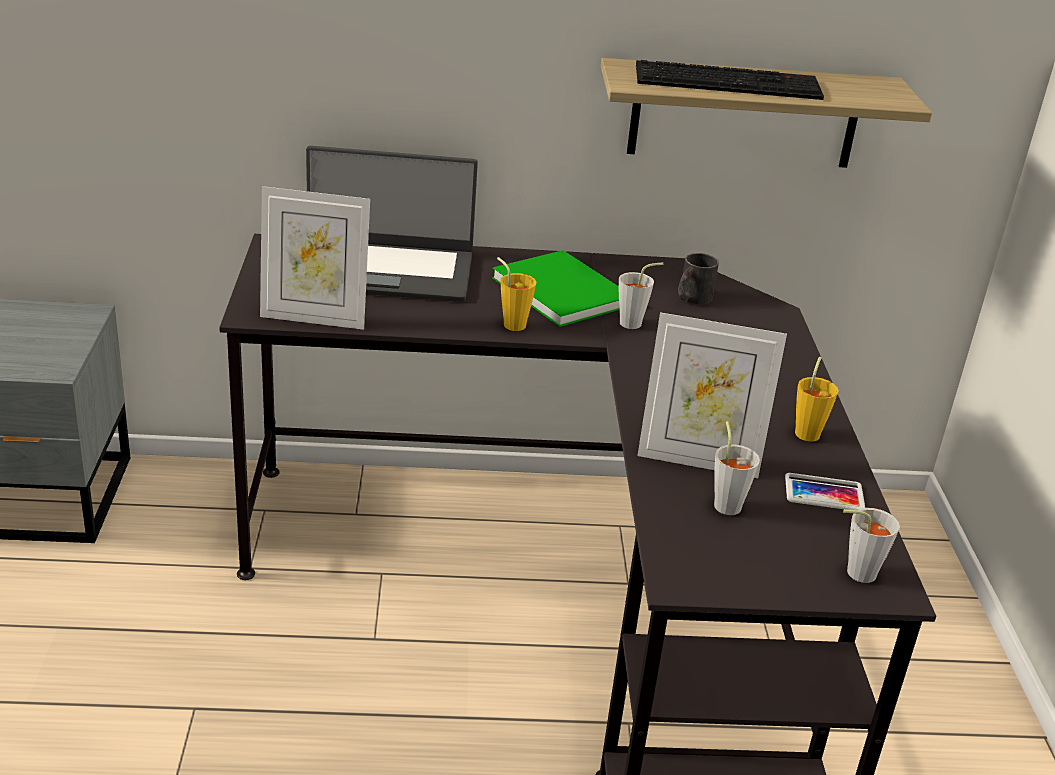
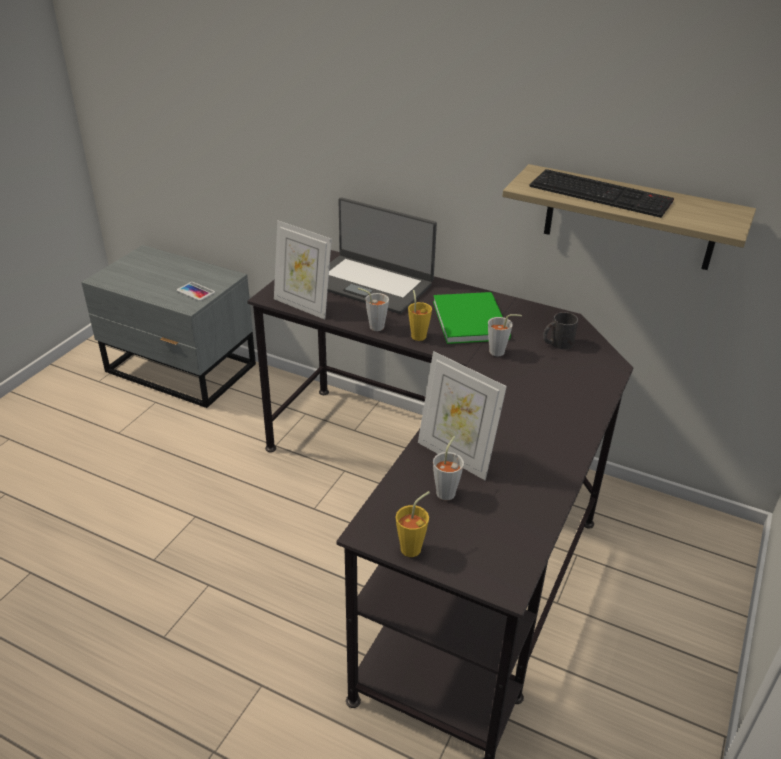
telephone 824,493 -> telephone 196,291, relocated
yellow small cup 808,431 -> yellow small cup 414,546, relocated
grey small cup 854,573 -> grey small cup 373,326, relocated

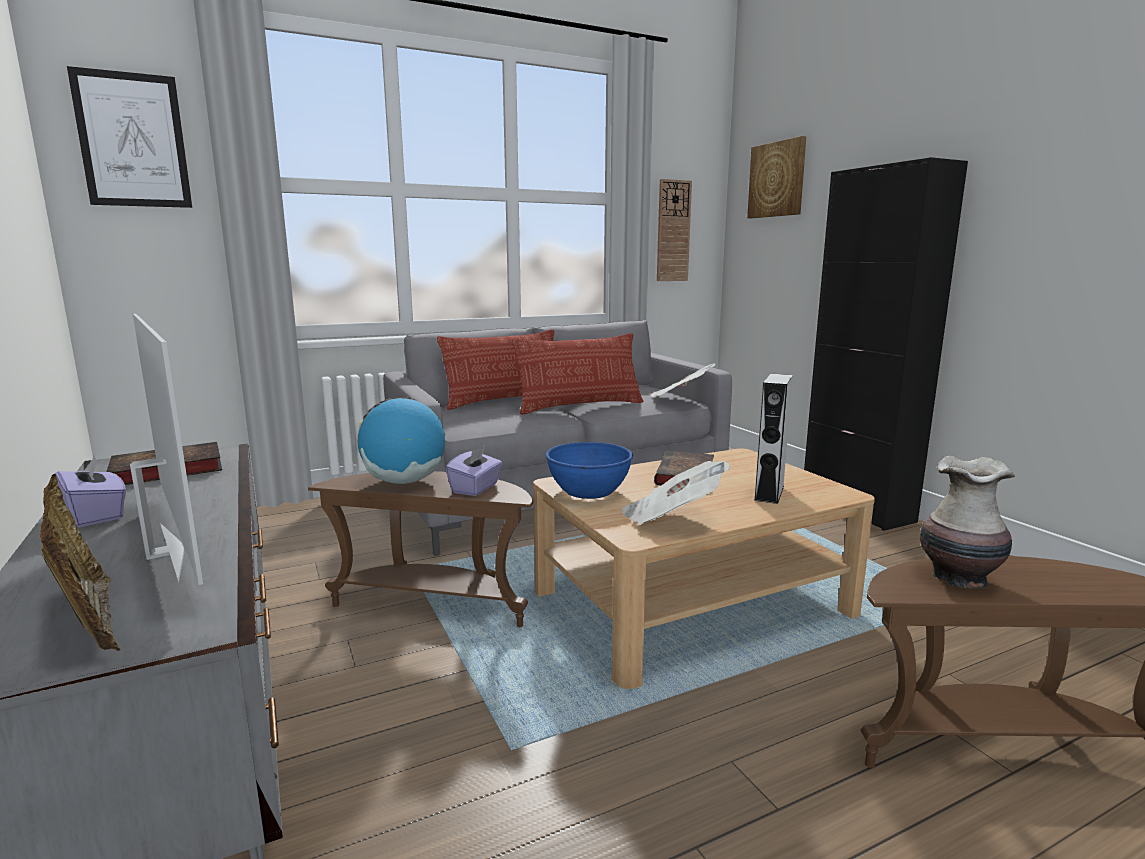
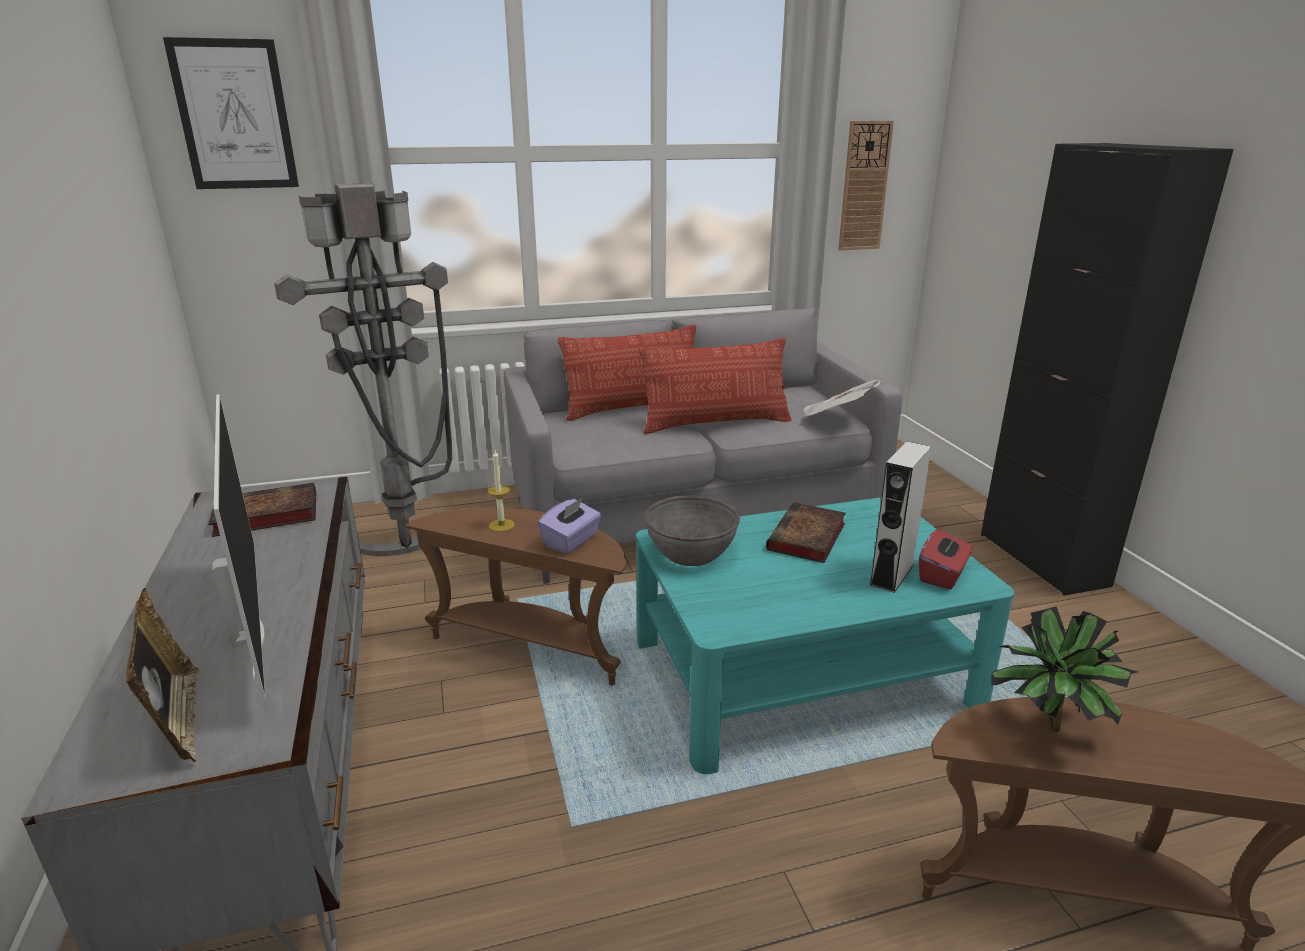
purple-coloured tissue box 96,515 -> none
newspaper 671,518 -> none
wall art 777,179 -> none
none -> grey standing lamp 405,547
none -> red-coloured tissue box 942,575
world globe 404,482 -> wax candle 501,525
flower vase 959,578 -> potted plant 1047,731
sand-coloured low table 692,602 -> blue-green low table 802,673
blue-coloured serving bowl 589,491 -> grey serving bowl 691,553

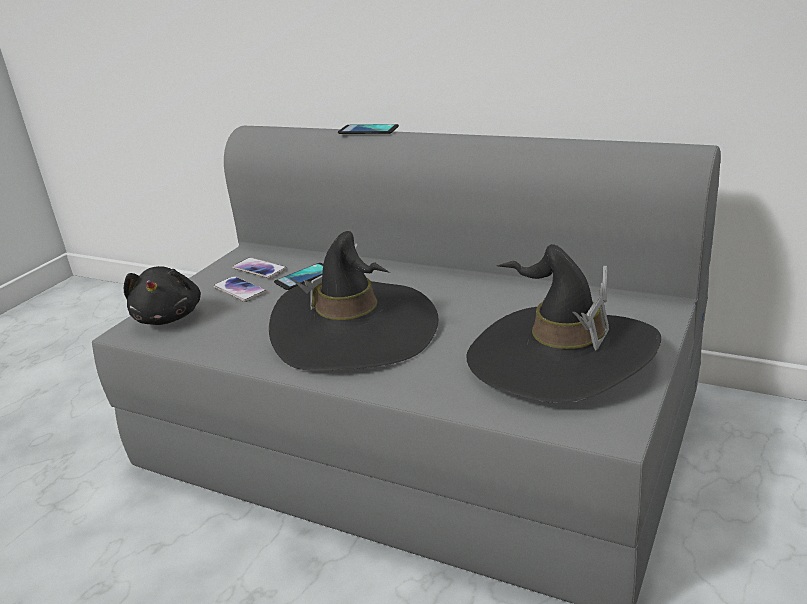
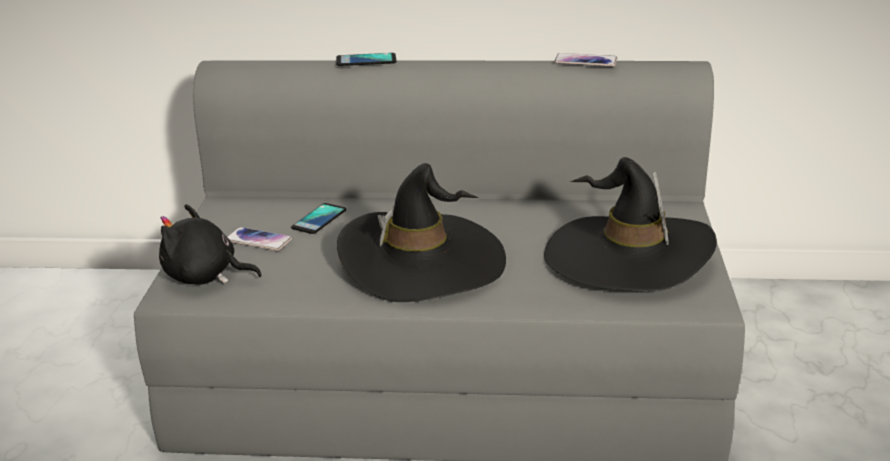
telephone 259,269 -> telephone 585,61, relocated
black-coloured cuddly toy 169,317 -> black-coloured cuddly toy 205,276, 135 degrees clockwise

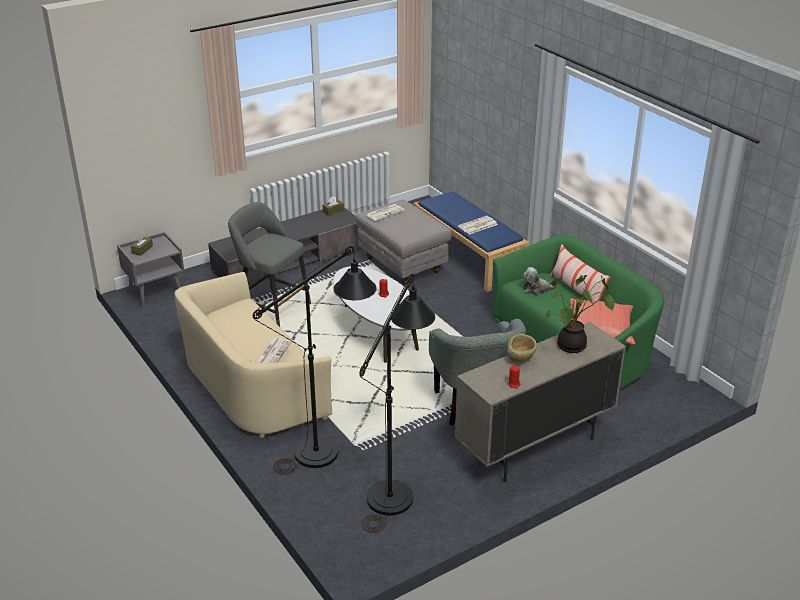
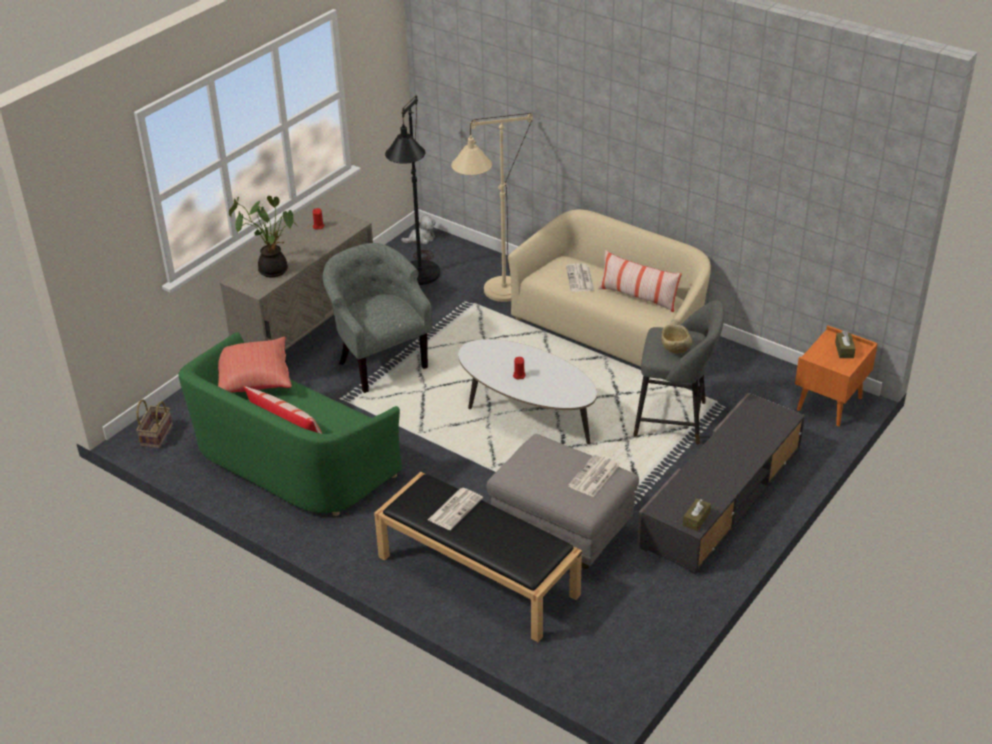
none -> basket 156,435
none -> cushion 638,297
sand-coloured serving bowl 520,359 -> sand-coloured serving bowl 675,350, relocated
cuddly toy 537,289 -> cuddly toy 421,238, relocated
grey nightstand 156,291 -> orange-coloured nightstand 829,404
black-coloured standing lamp 327,448 -> sand-coloured standing lamp 497,295
blue-coloured long seat 468,257 -> black-coloured long seat 476,576

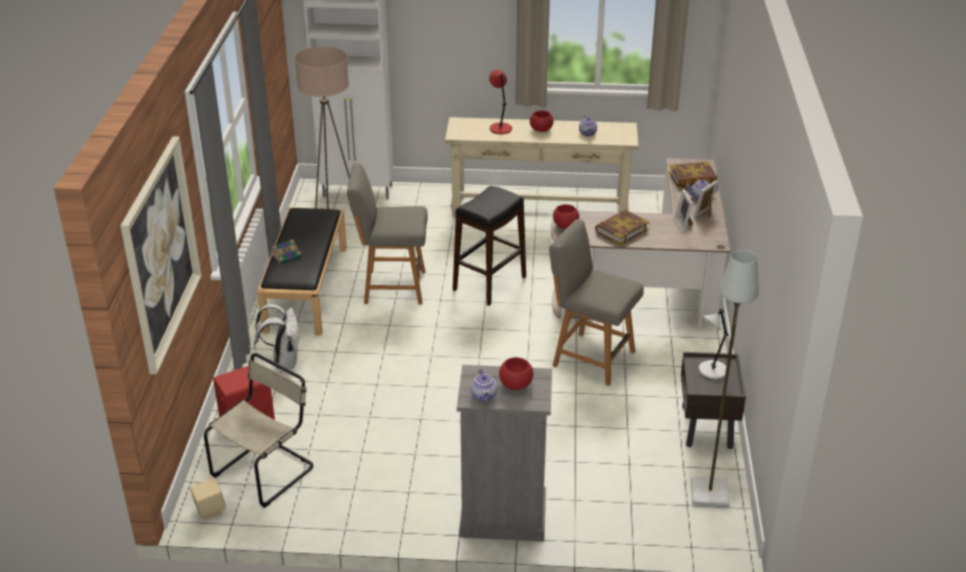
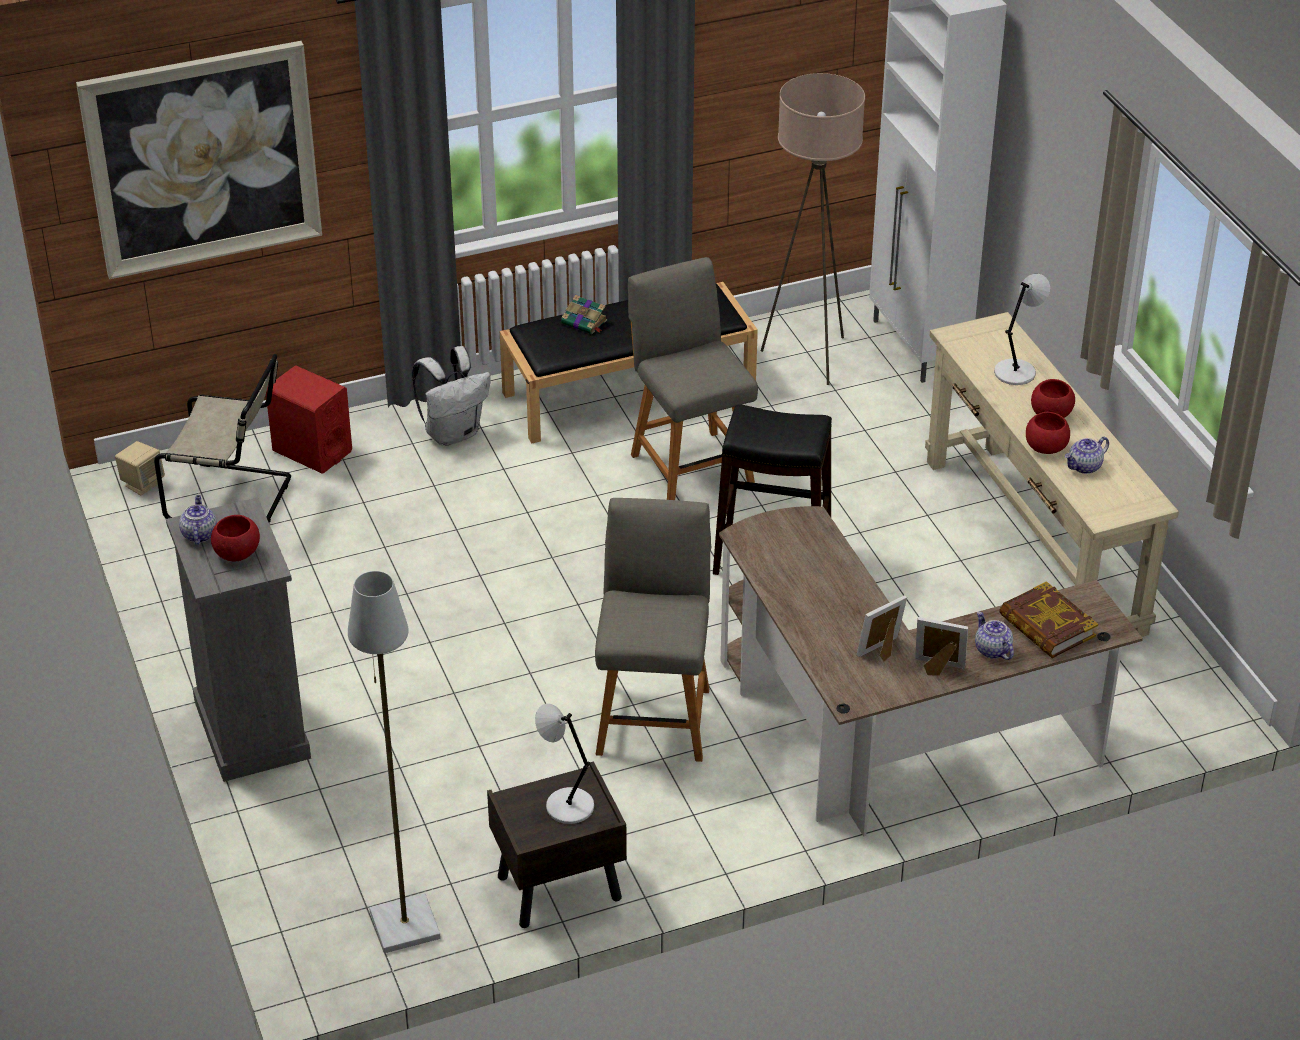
bound book 621,230 -> none
red-coloured serving bowl 565,226 -> red-coloured serving bowl 1045,447, relocated
red-coloured tabletop lamp 500,128 -> grey tabletop lamp 1016,371
tea pot 484,396 -> tea pot 199,534, 120 degrees clockwise

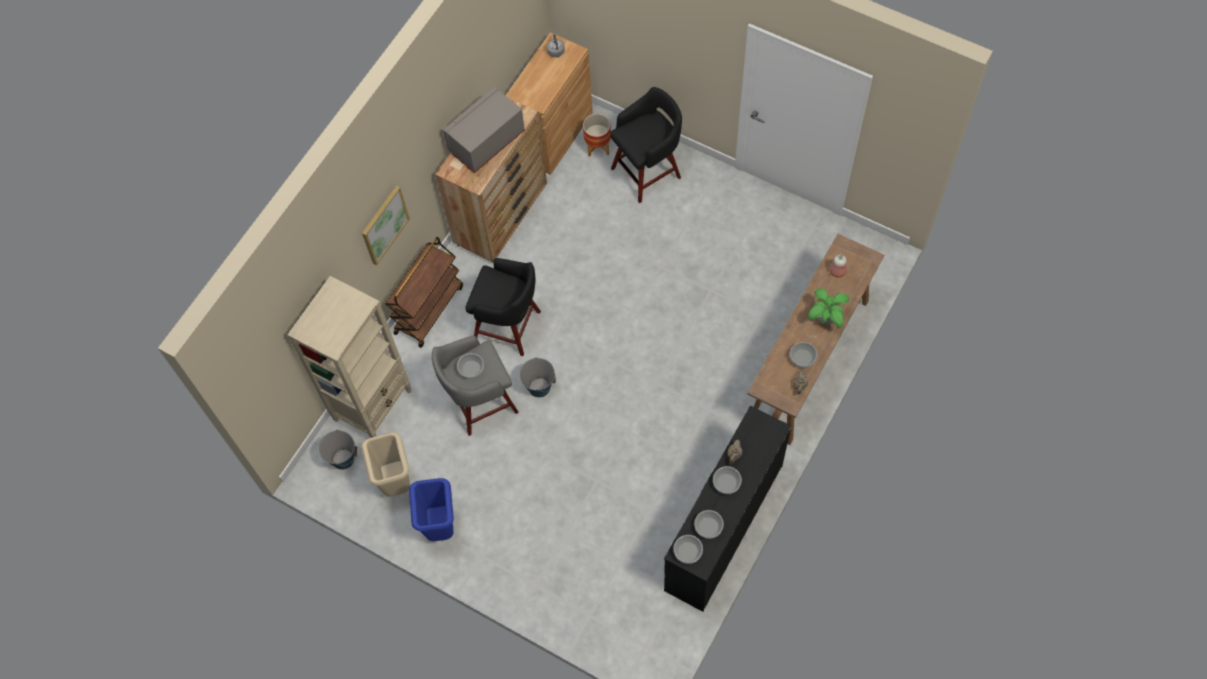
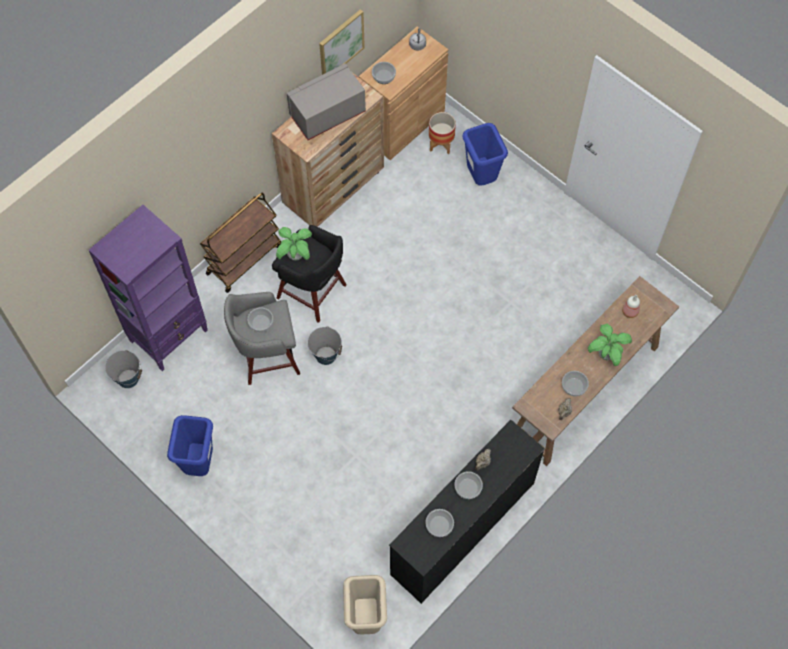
none -> potted plant 296,255
sand-coloured trash can 397,483 -> sand-coloured trash can 366,619, relocated
wall art 384,225 -> wall art 341,44, relocated
serving bowl 687,551 -> serving bowl 383,76, relocated
black-coloured stool seat 648,172 -> blue-coloured trash can 481,178
sand-coloured bookshelf 373,405 -> purple-coloured bookshelf 169,335

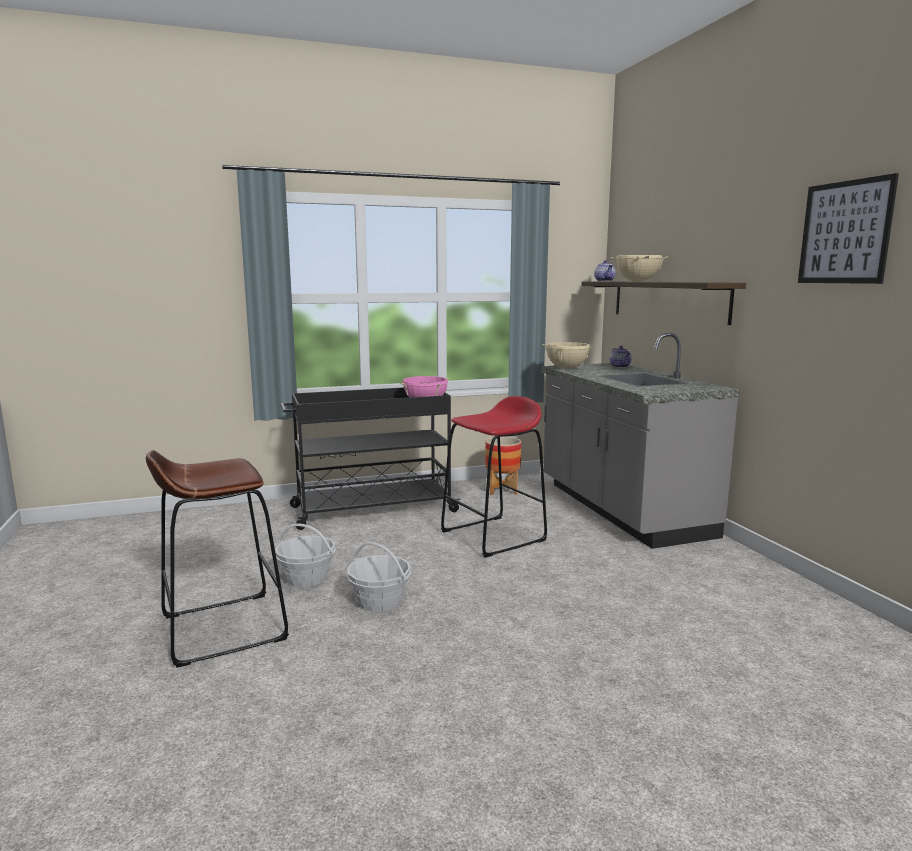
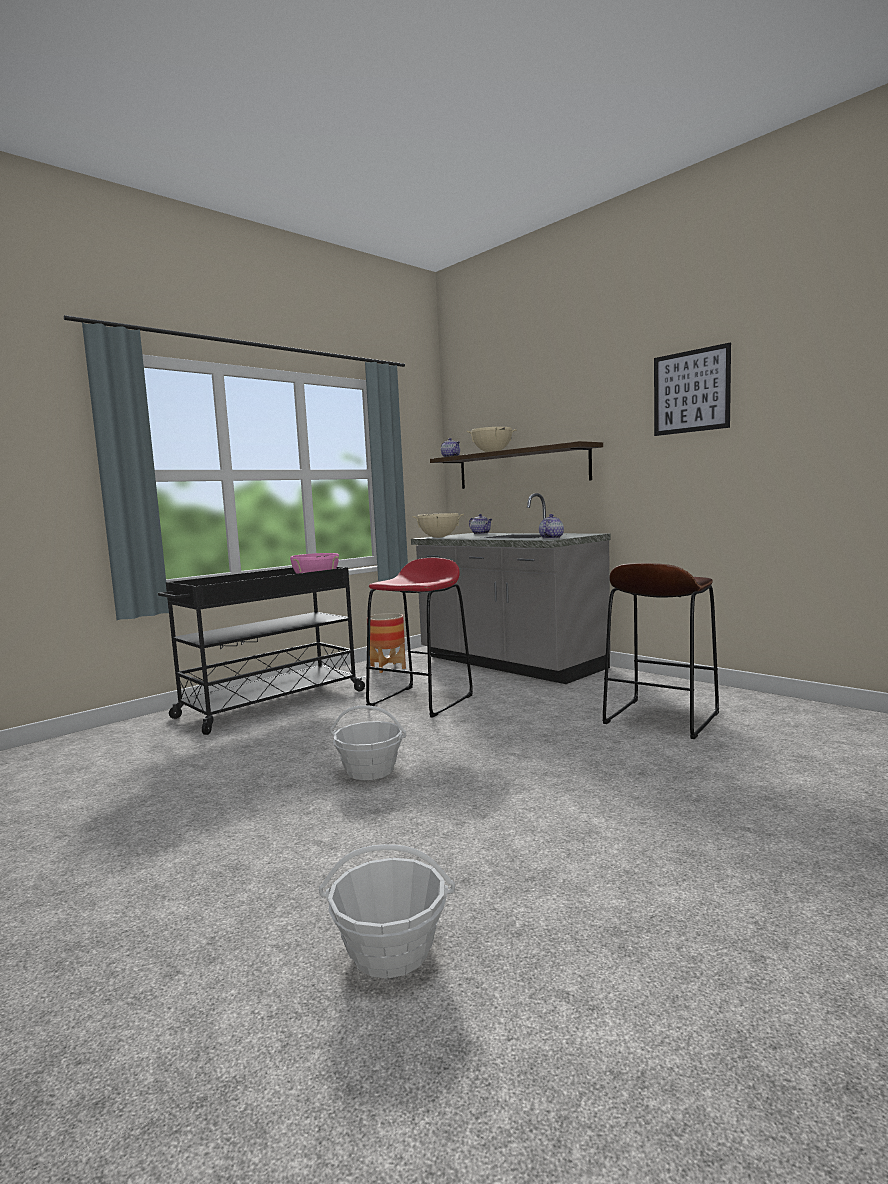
none -> tea pot 551,538
brownish stool seat 223,628 -> brownish stool seat 660,718, relocated
basket 307,578 -> basket 391,951, relocated

